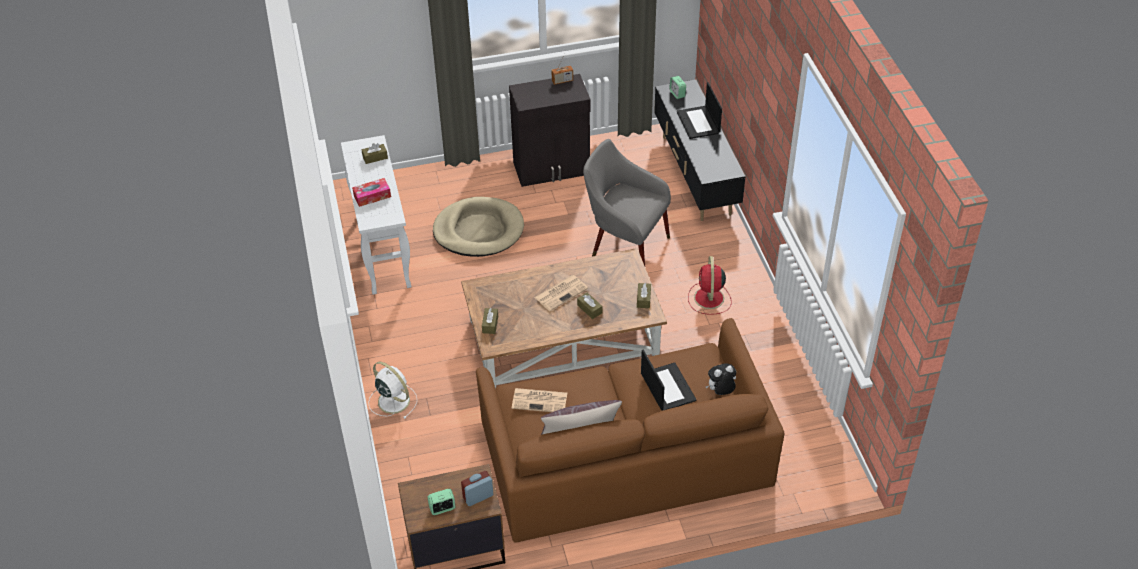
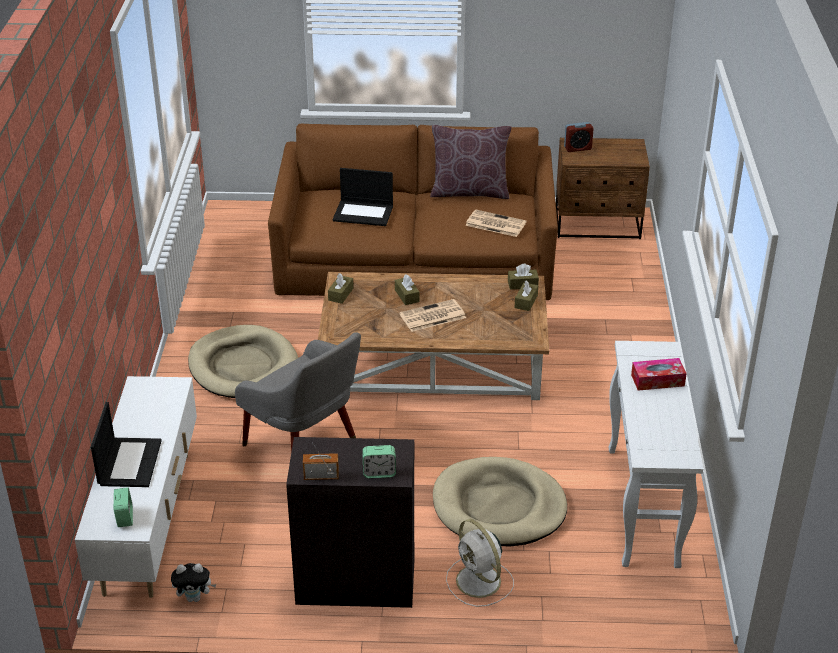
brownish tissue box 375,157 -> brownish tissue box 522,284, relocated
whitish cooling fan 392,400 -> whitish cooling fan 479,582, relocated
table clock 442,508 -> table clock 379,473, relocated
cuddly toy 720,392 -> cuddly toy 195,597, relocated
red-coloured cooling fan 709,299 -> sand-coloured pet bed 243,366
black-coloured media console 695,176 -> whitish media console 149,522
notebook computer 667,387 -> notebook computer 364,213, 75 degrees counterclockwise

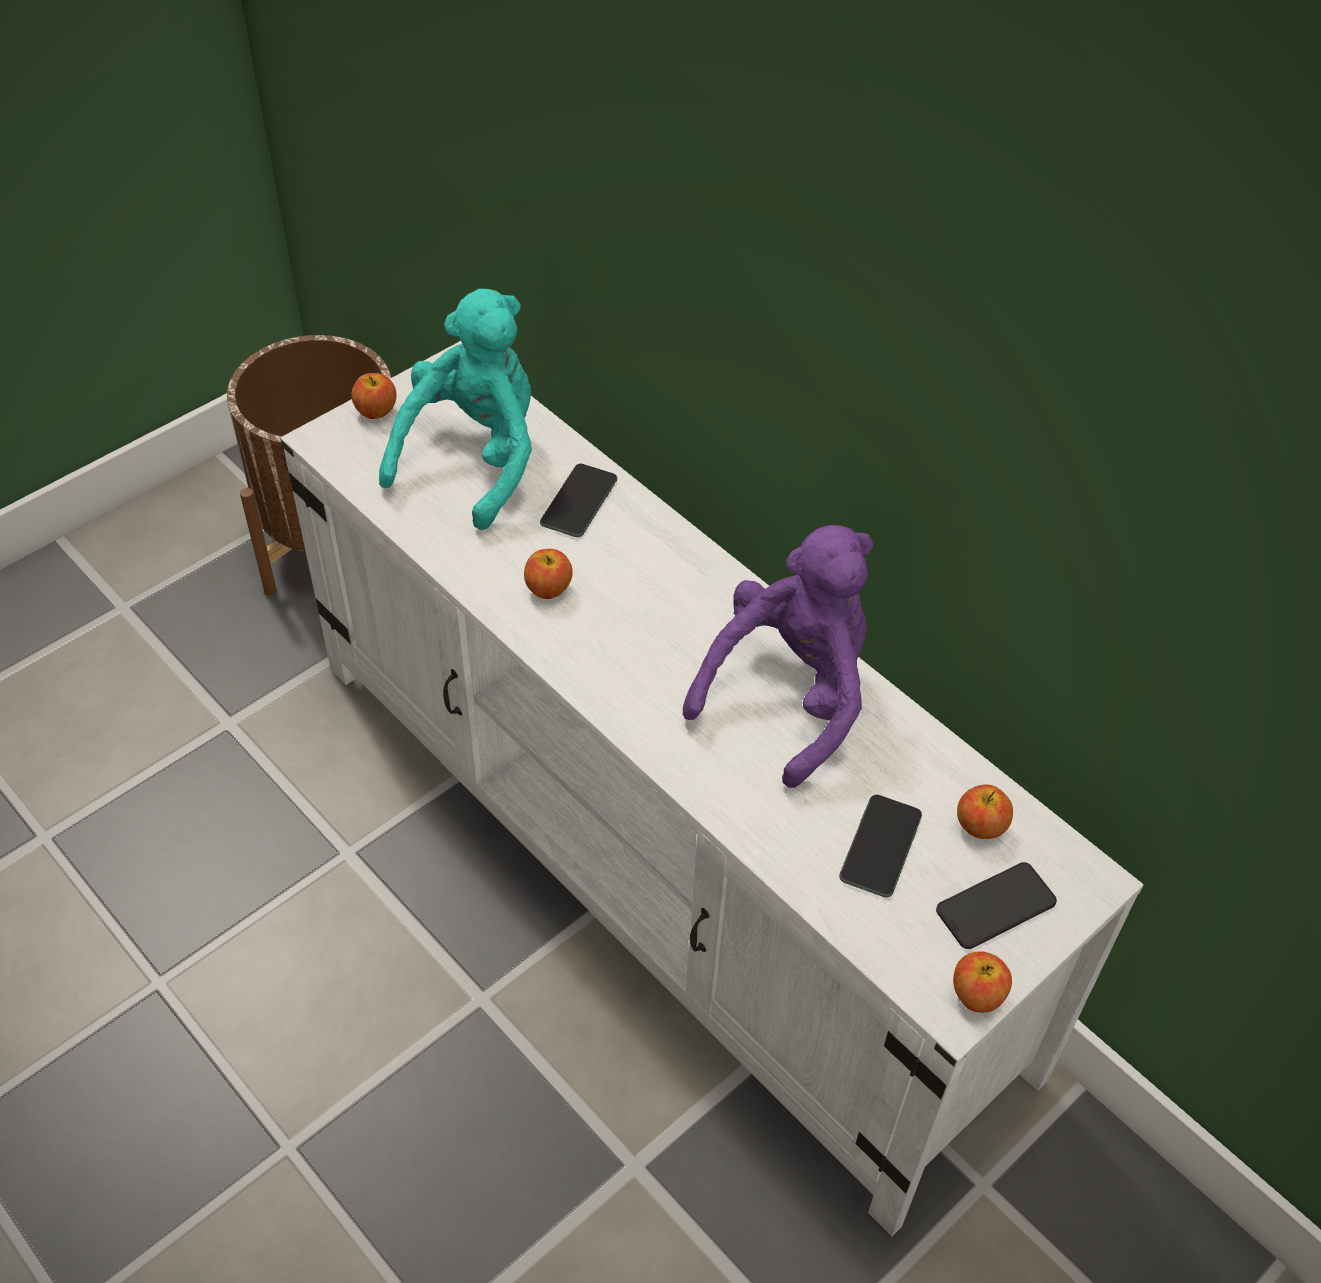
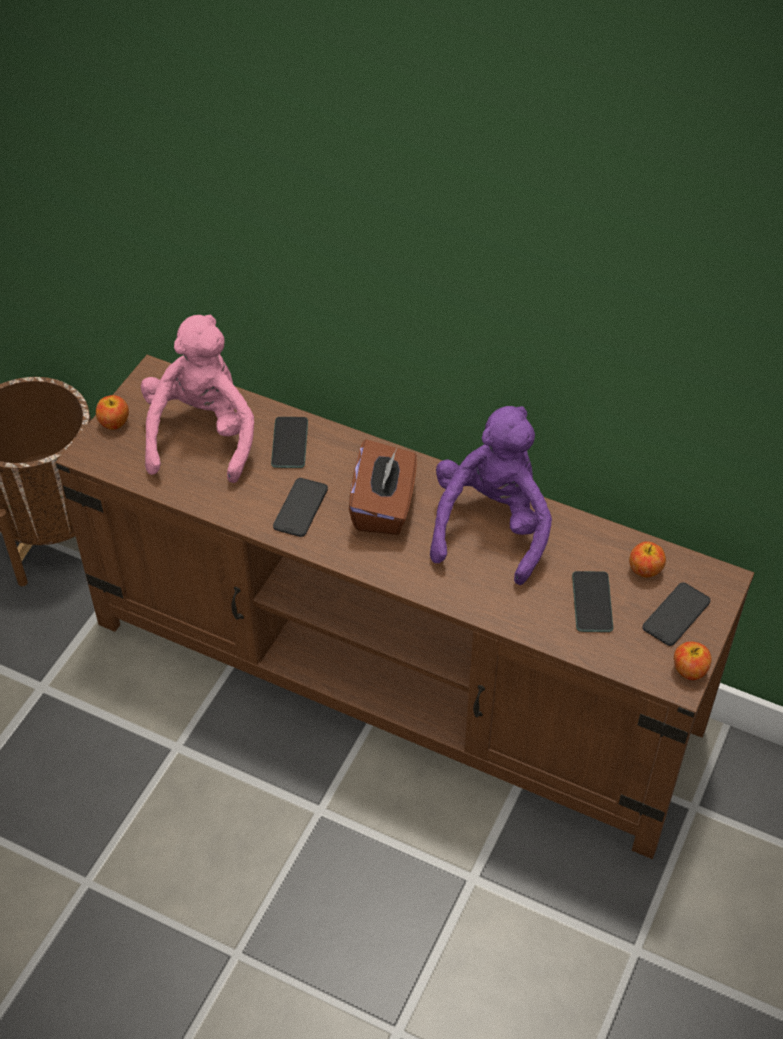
none -> brownish tissue box 384,507
apple fruit 549,588 -> telephone 300,508
whitish media console 659,860 -> brownish media console 395,677
blue-green cuddly toy 474,458 -> pinkish cuddly toy 202,435

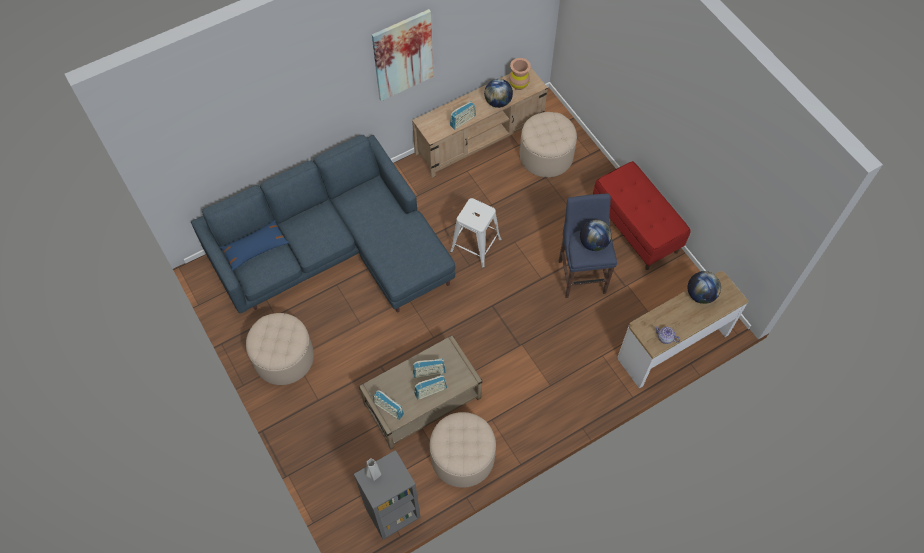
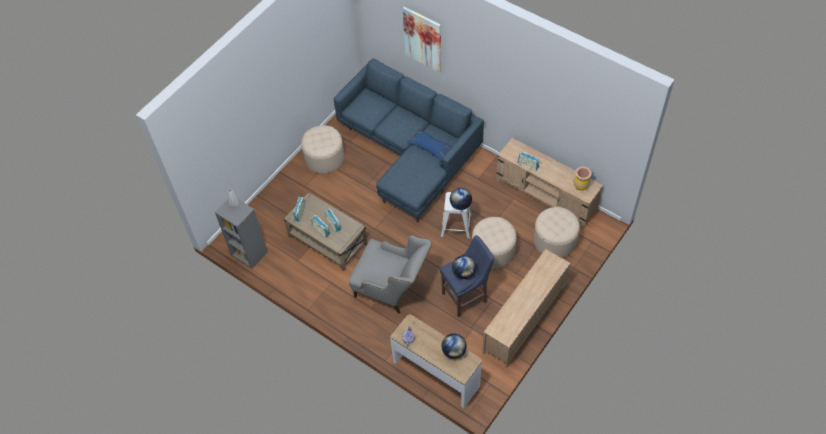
none -> grey lounge chair 392,289
blue-coloured cushion 255,248 -> blue-coloured cushion 430,147, relocated
wall art 403,55 -> wall art 423,39, relocated
sand-coloured ottoman 462,457 -> sand-coloured ottoman 493,250, relocated
world globe 498,102 -> world globe 460,205, relocated
red-coloured long seat 636,228 -> sand-coloured media console 524,319

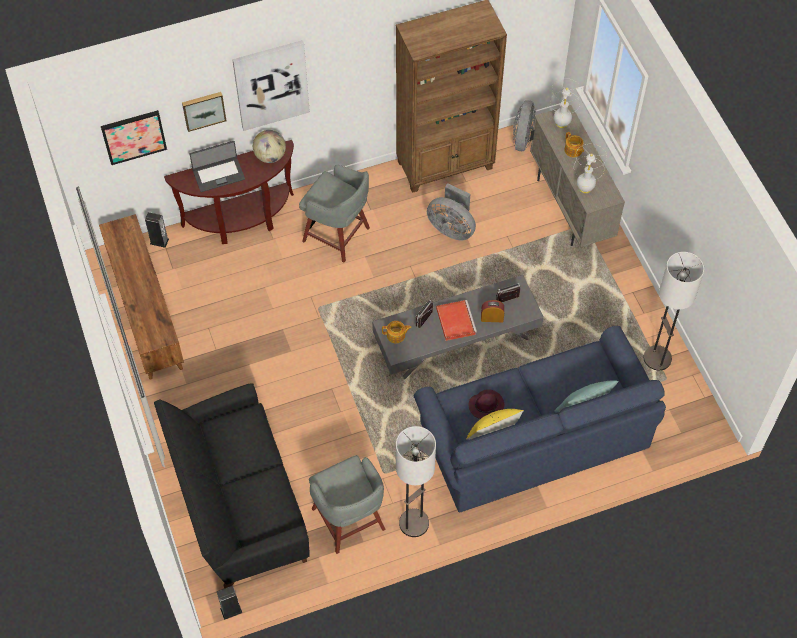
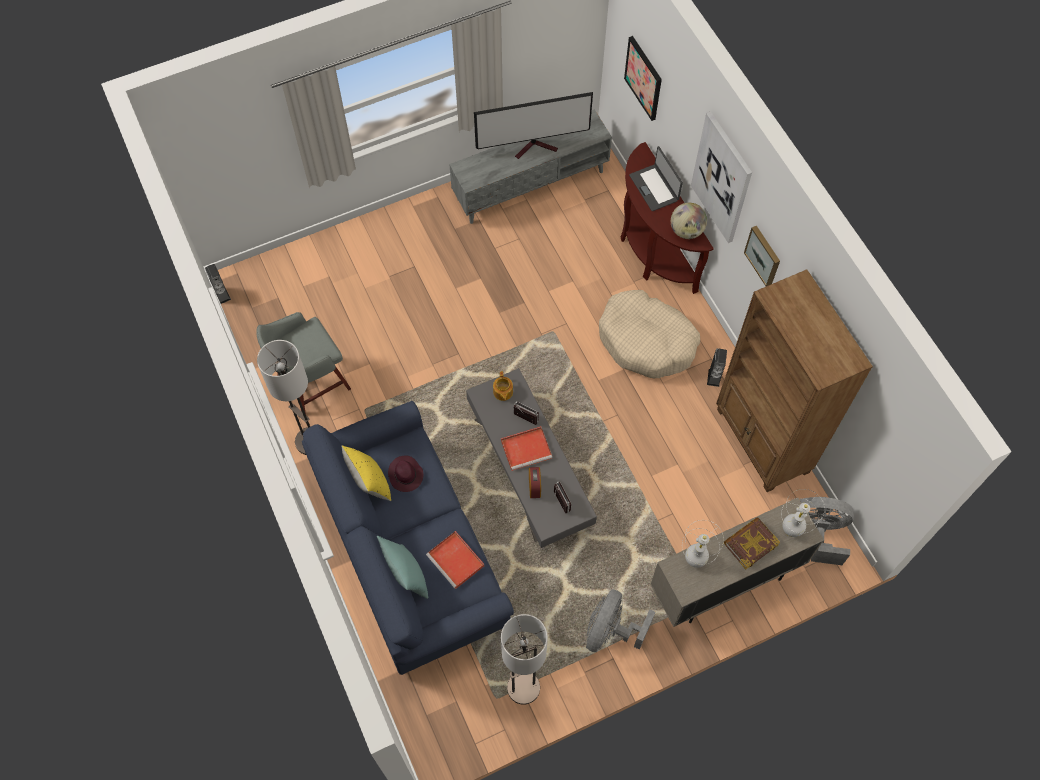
black-coloured couch 239,505 -> none
none -> red-coloured carrying tray 456,561
none -> TV 536,147
audio speaker 159,241 -> audio speaker 714,377, relocated
wall art 203,110 -> wall art 764,255, relocated
grey cooling fan 452,228 -> grey cooling fan 611,631, relocated
grey stool seat 338,236 -> sand-coloured pet bed 646,341
tea pot 573,150 -> bound book 750,544
brownish media console 145,312 -> grey media console 531,185

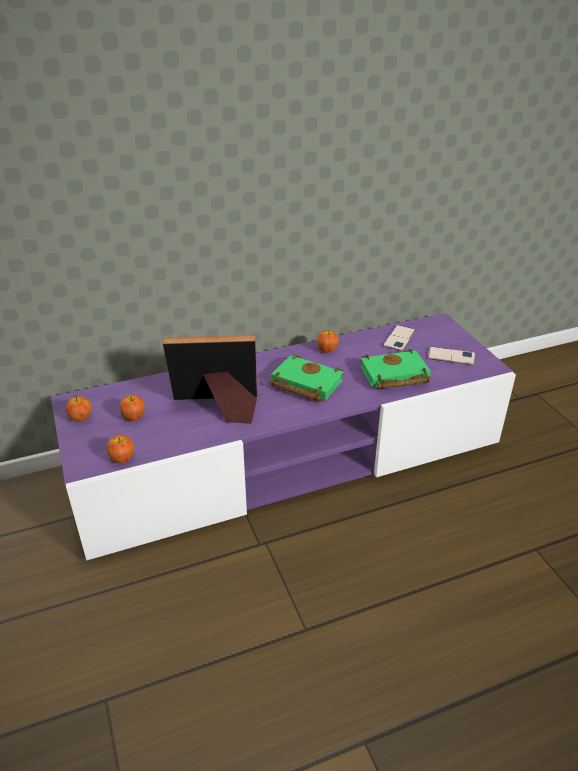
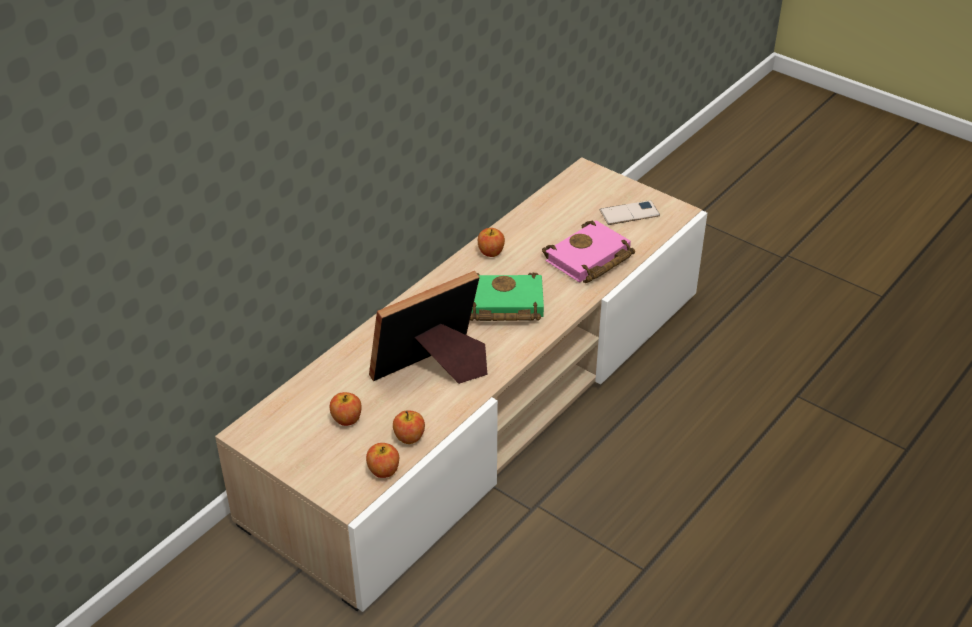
telephone 399,338 -> none
apple fruit 81,417 -> apple fruit 409,437, relocated
purple-coloured media console 289,458 -> sand-coloured media console 486,401
greenish bound book 393,376 -> pinkish bound book 589,260

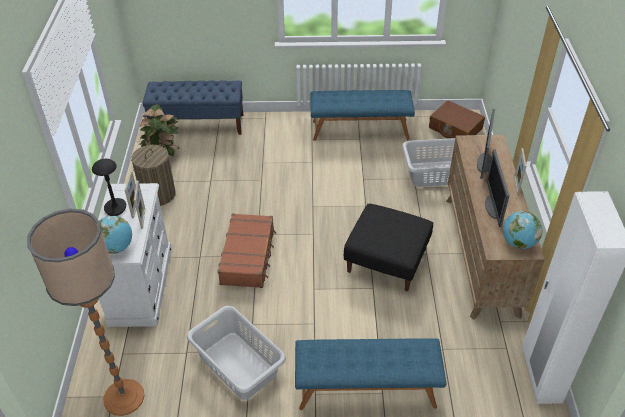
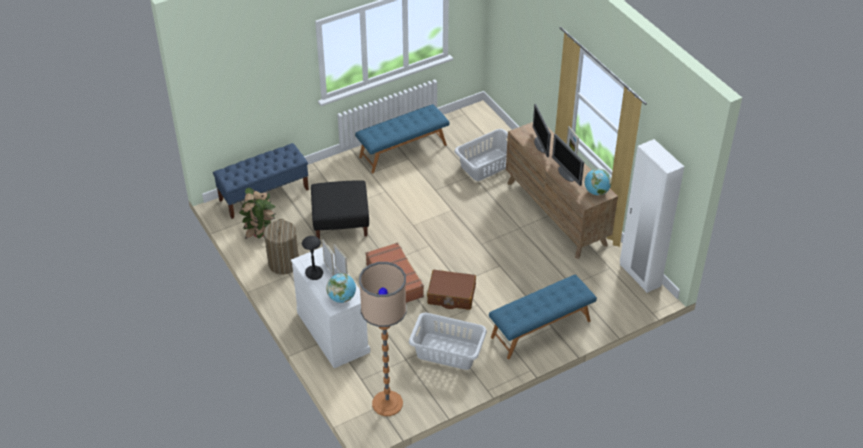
black-coloured ottoman 386,261 -> black-coloured ottoman 340,222, relocated
brownish travel case 455,128 -> brownish travel case 451,295, relocated

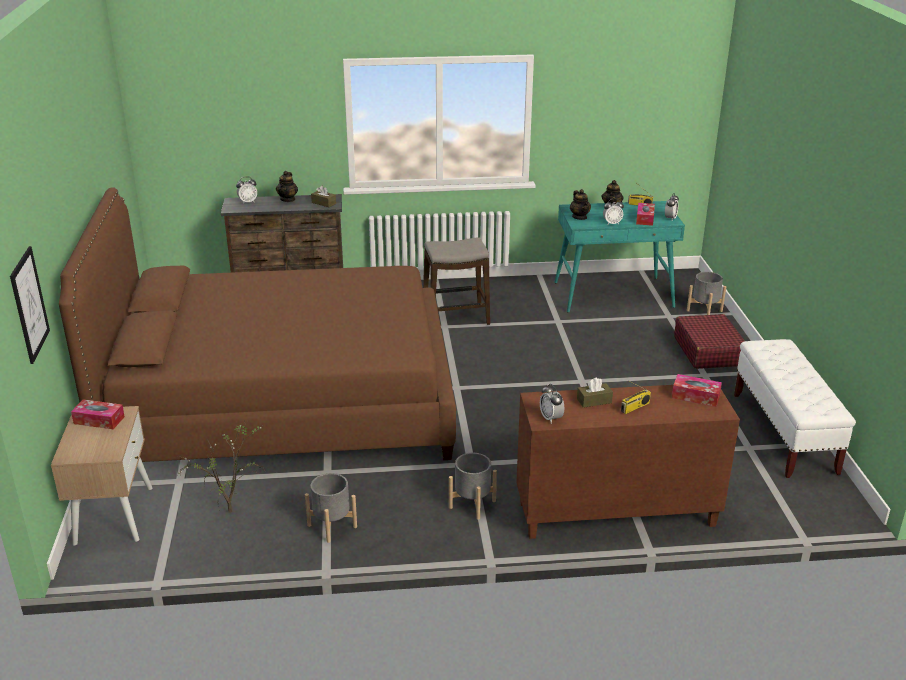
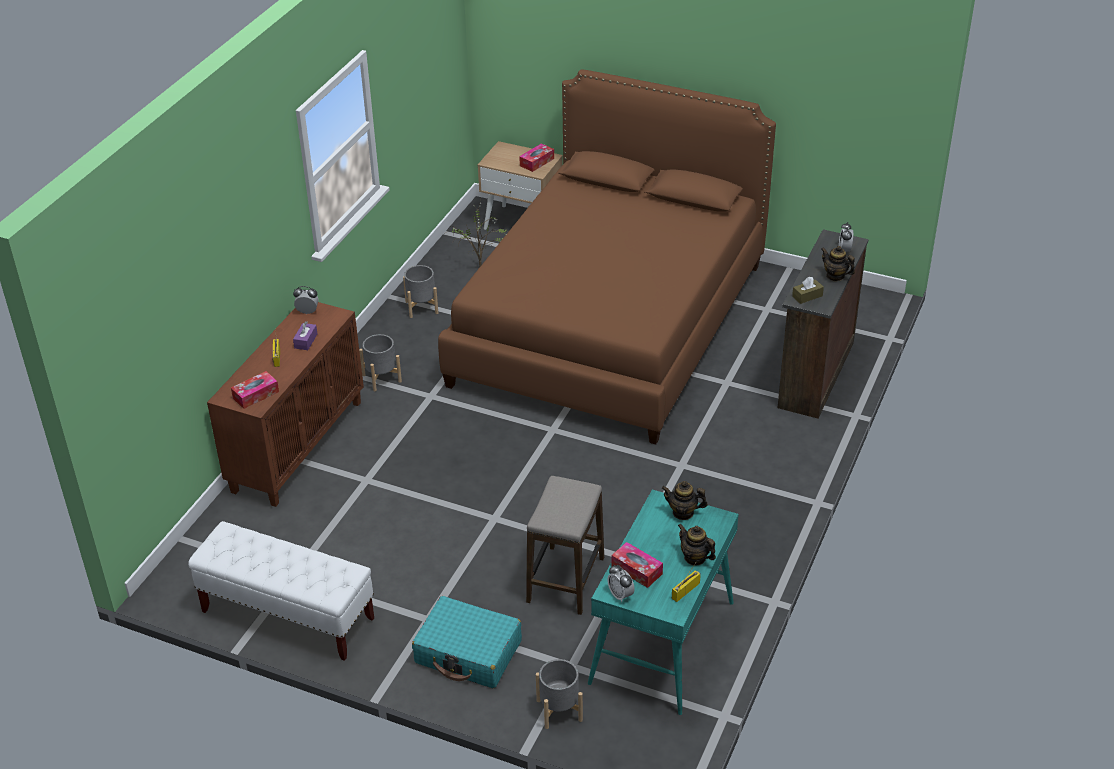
wall art 29,304 -> none
table clock 612,223 -> none
stool seat 456,318 -> stool seat 565,580, relocated
brownish tissue box 594,401 -> purple-coloured tissue box 306,341
red-coloured travel case 708,351 -> blue-green travel case 468,652

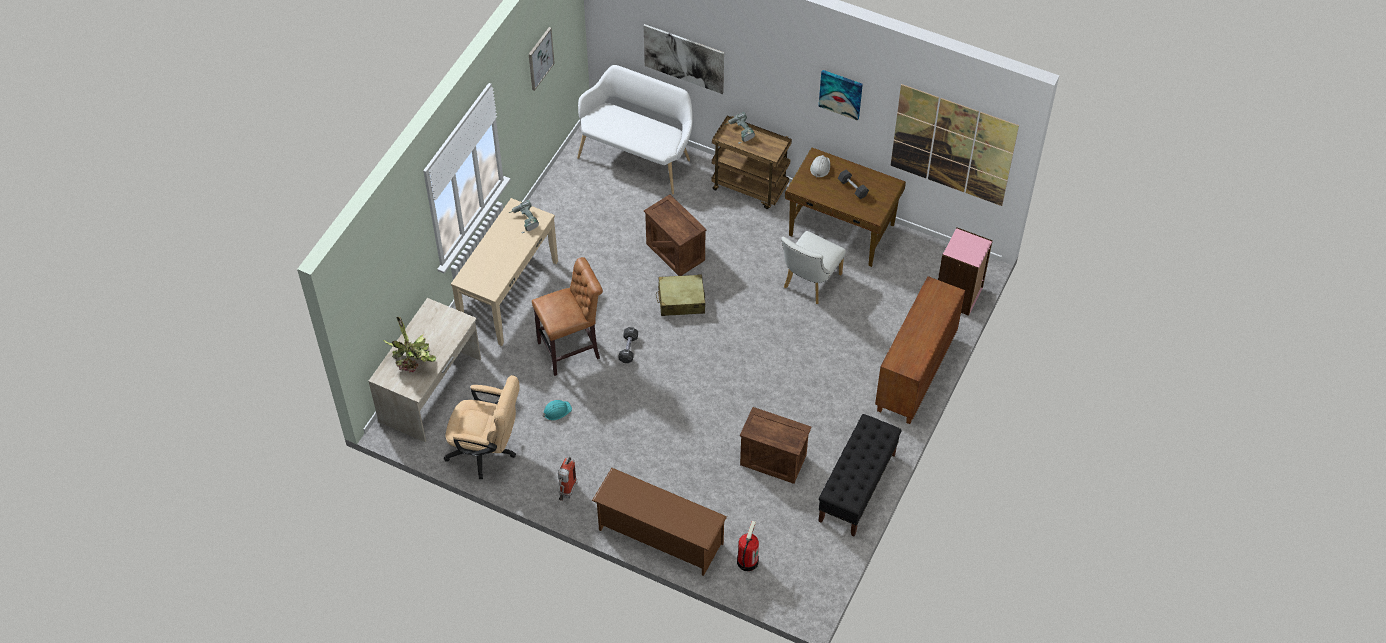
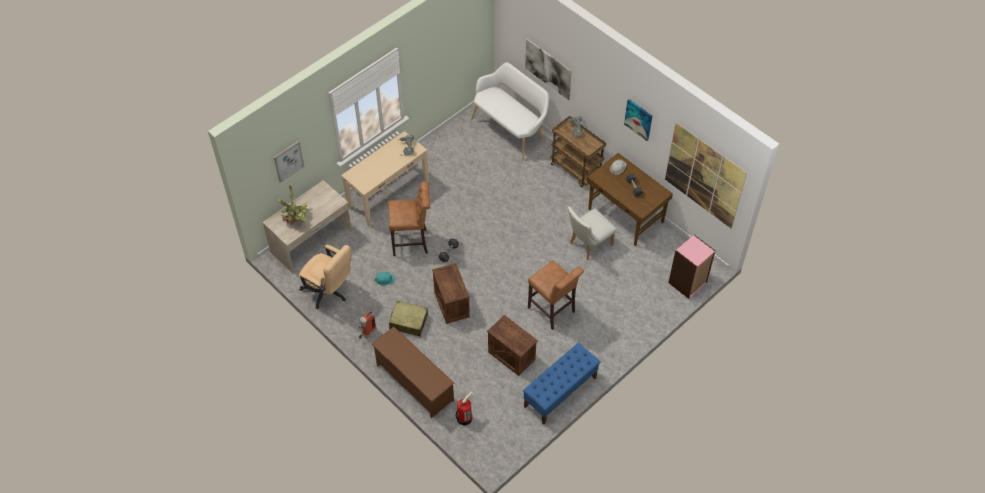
brownish storage cabinet 916,375 -> none
none -> brownish stool seat 553,311
wall art 540,58 -> wall art 288,161, relocated
shipping crate 676,252 -> shipping crate 452,304, relocated
sand-coloured travel case 681,300 -> sand-coloured travel case 408,322, relocated
black-coloured long seat 857,488 -> blue-coloured long seat 560,392

